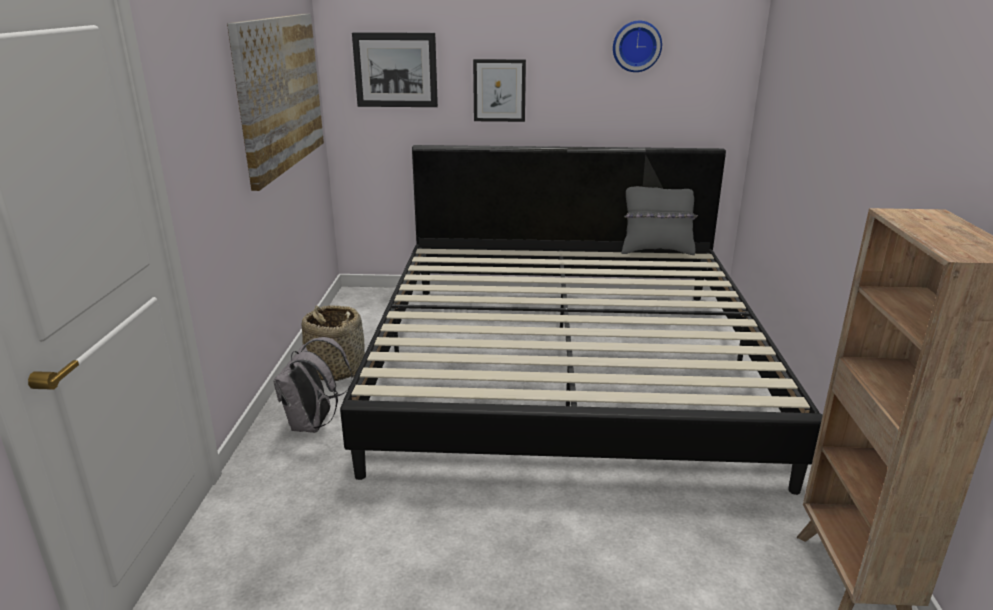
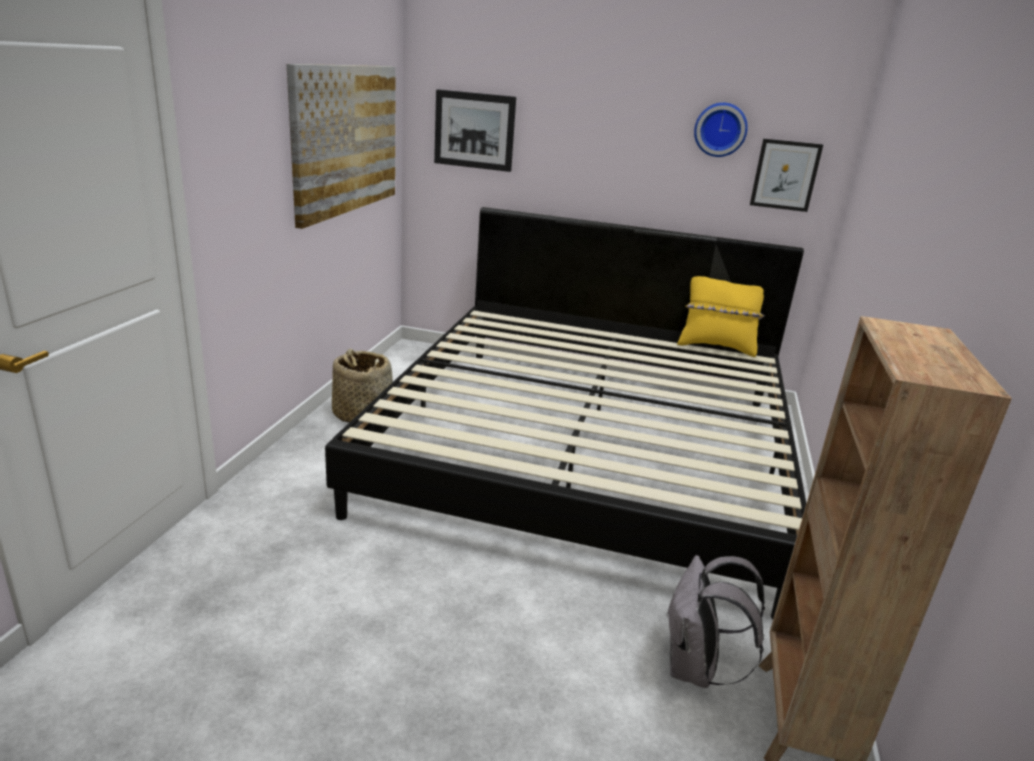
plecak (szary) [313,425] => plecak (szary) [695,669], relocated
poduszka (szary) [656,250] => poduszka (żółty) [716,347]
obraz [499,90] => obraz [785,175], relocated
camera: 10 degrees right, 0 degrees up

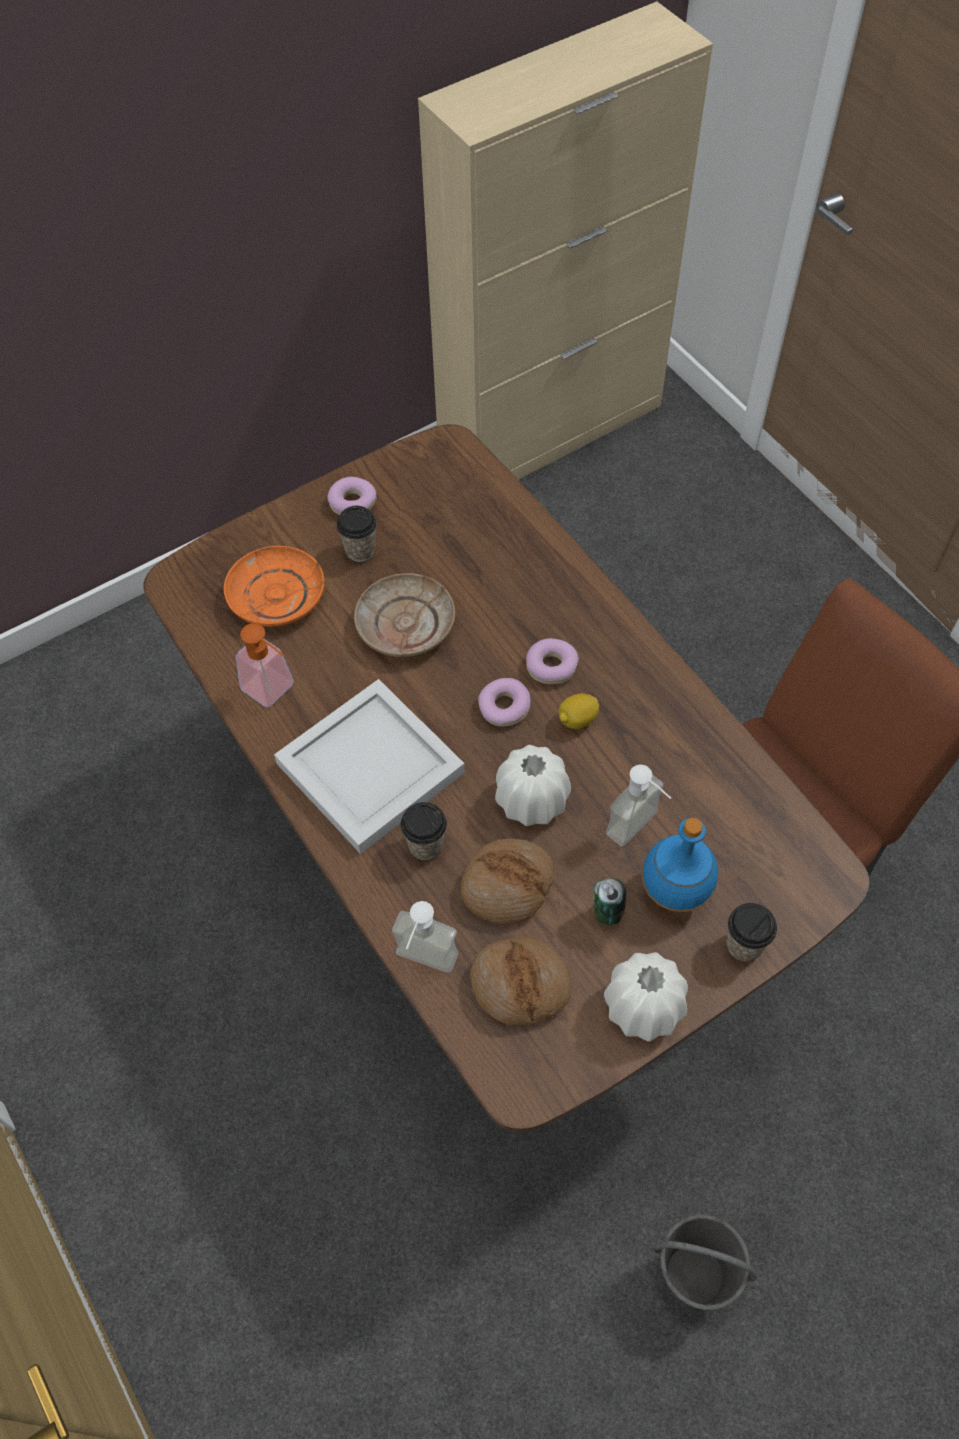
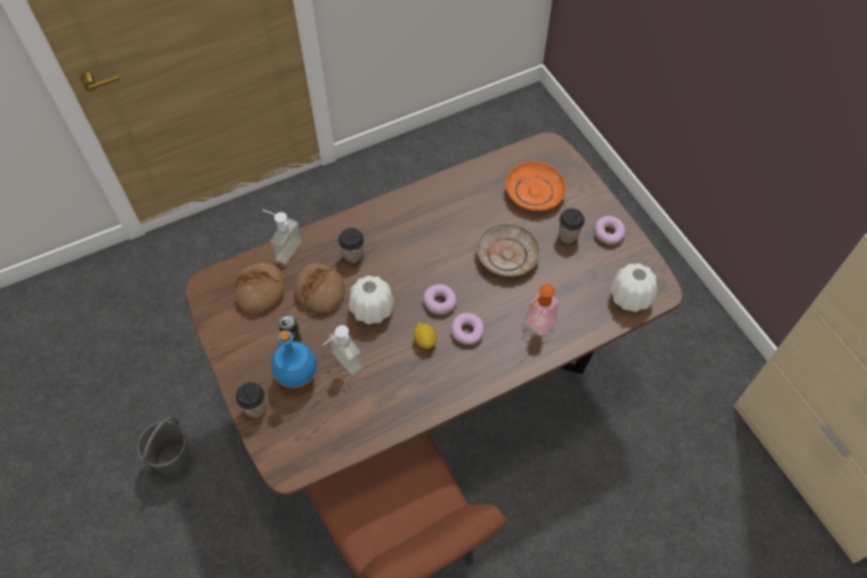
dozownik mydła [274,691] => dozownik mydła [536,325], relocated
wazon (biały) [643,1007] => wazon (biały) [630,297], relocated
taca (biały) [370,765] => nothing
camera: 95 degrees right, 0 degrees up

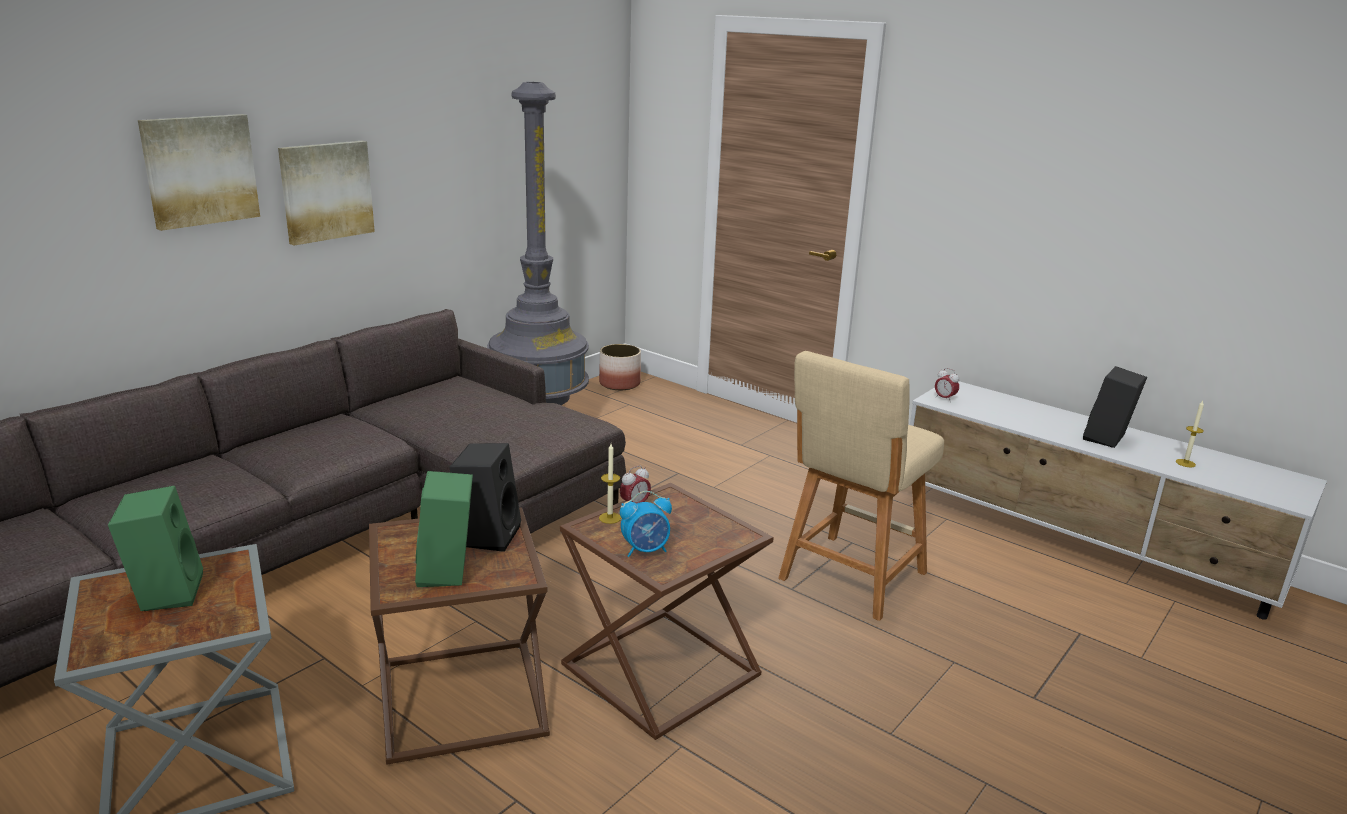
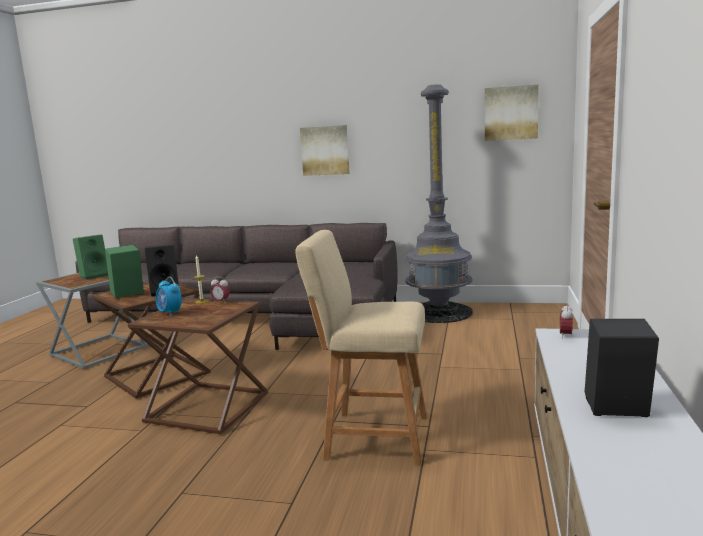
obraz [200,170] => obraz [510,113], relocated
donica [620,384] => nothing
świeca [1185,463] => nothing
camera: 65 degrees right, 10 degrees down

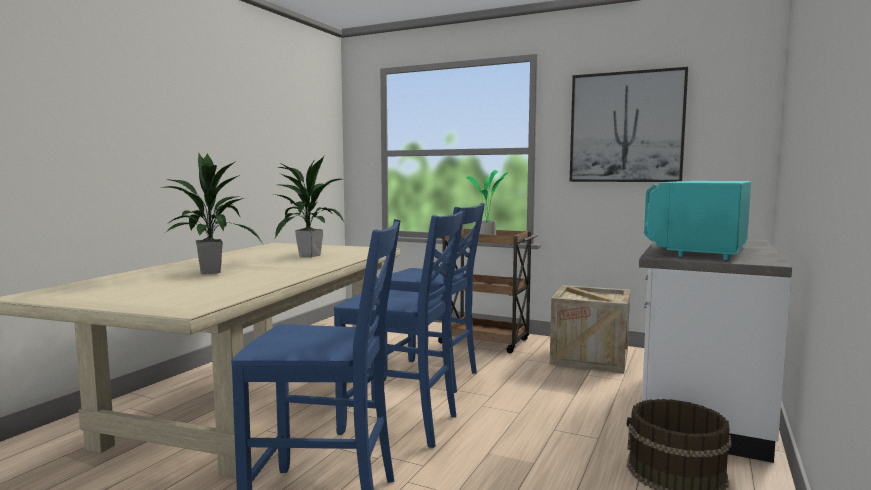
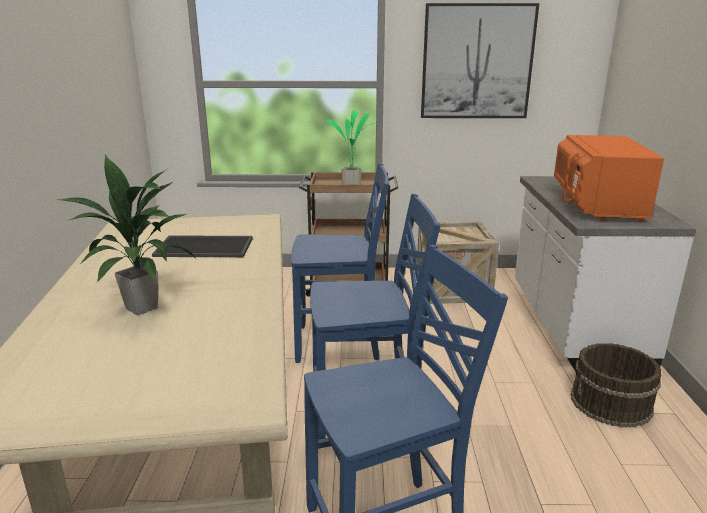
roślina doniczkowa [309,255] => taca [205,246]
mikrofalówka (turkusowy) [698,250] => mikrofalówka (pomarańczowy) [596,206]
camera: 25 degrees left, 15 degrees up

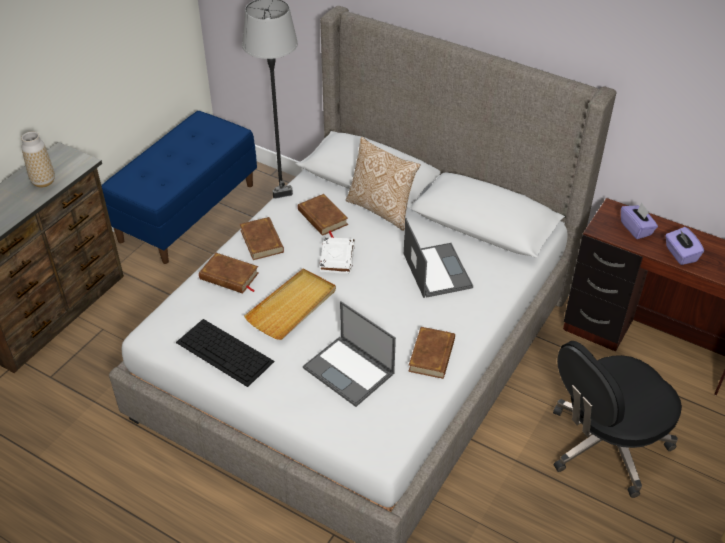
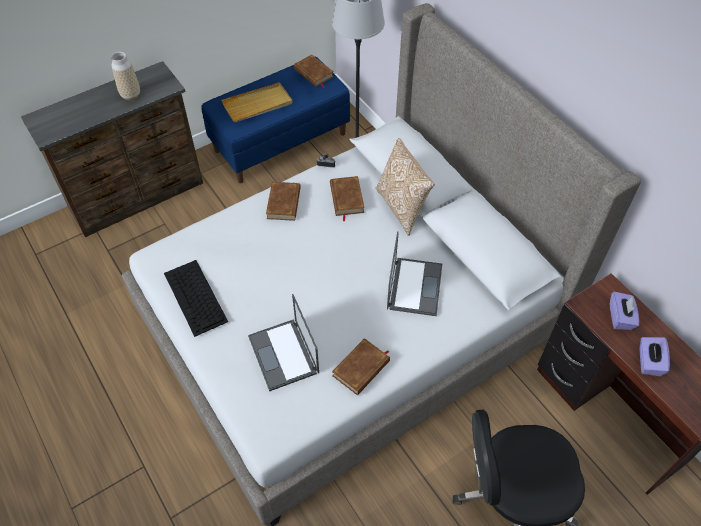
taca (beżowy) [292,306] => taca (beżowy) [258,104], relocated
książka (brązowy) [229,276] => książka (brązowy) [313,73], relocated
książka (biały) [337,258] => nothing
camera: 25 degrees right, 10 degrees up

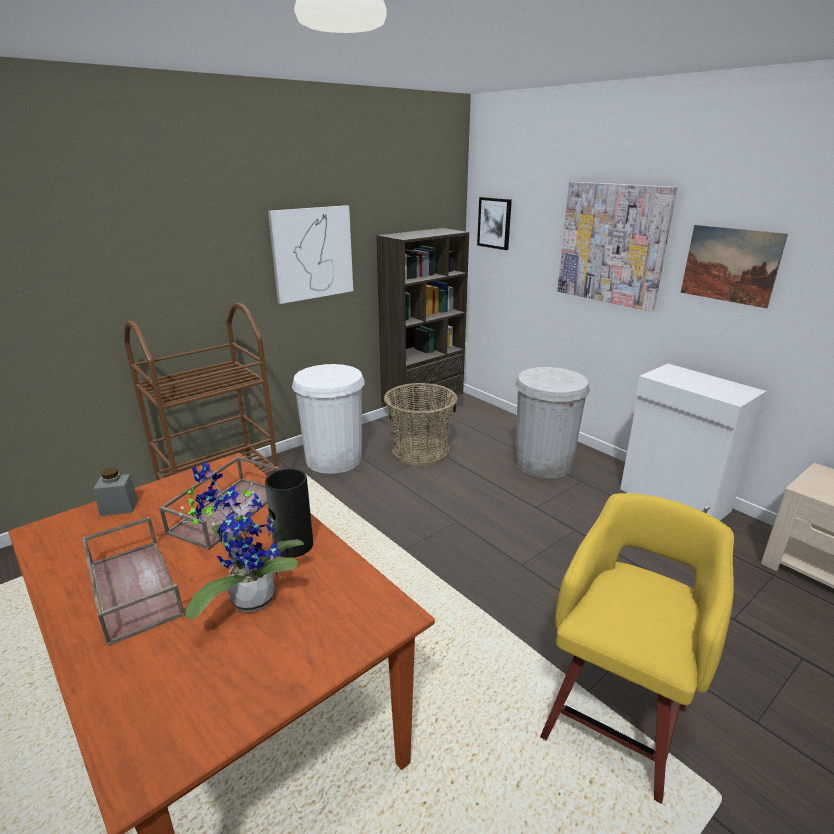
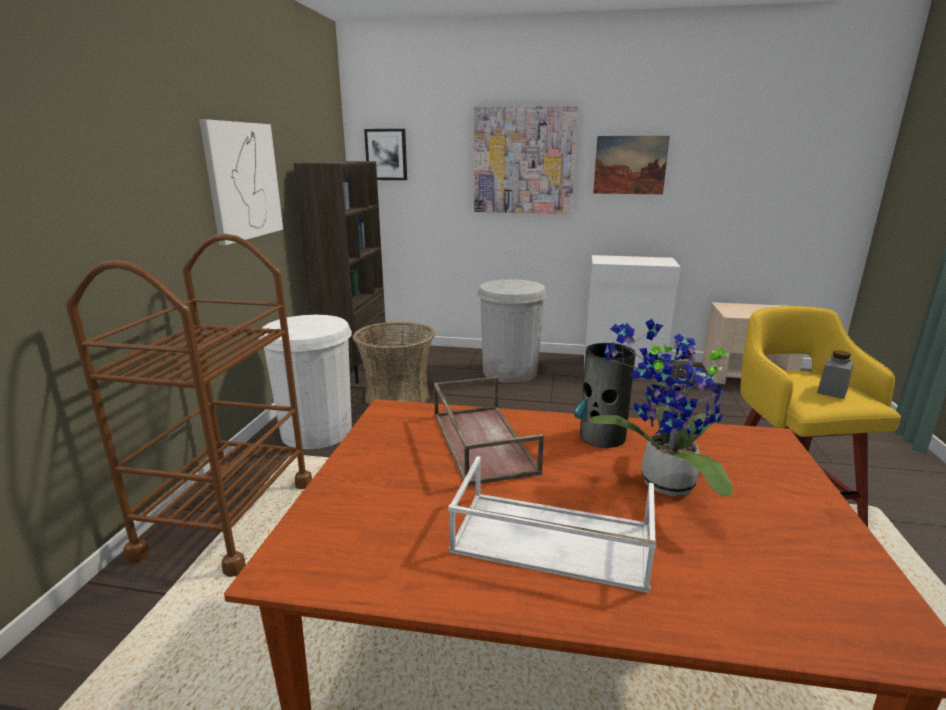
taca (brązowy) [133,588] => taca (biały) [549,540]
słoik (szary) [119,507] => słoik (szary) [832,391], relocated
camera: 40 degrees left, 5 degrees down

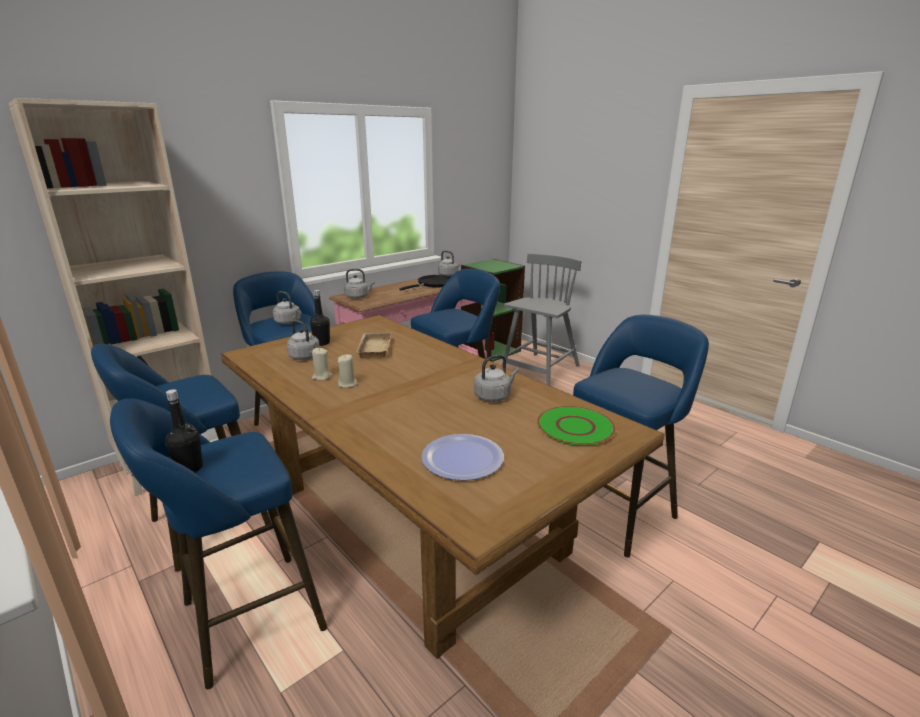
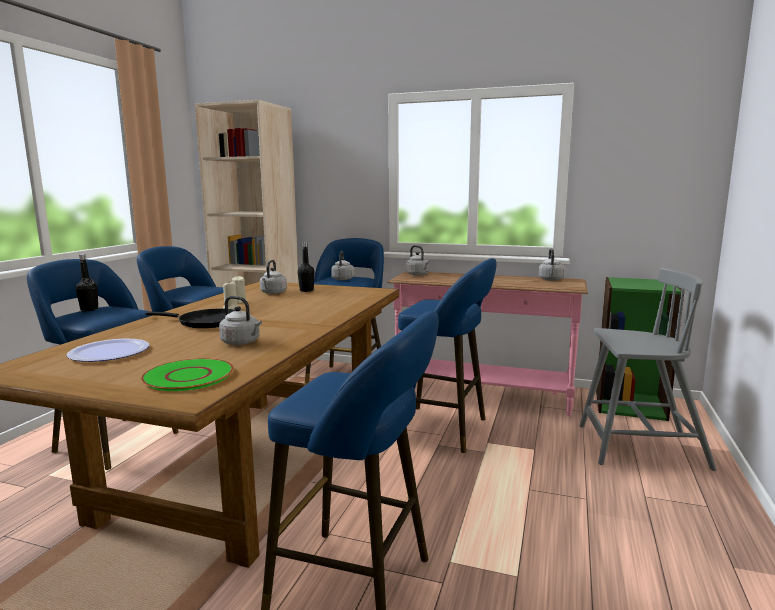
patelnia (czarny) [434,284] => patelnia (czarny) [206,322], relocated
taca (beżowy) [373,348] => nothing
camera: 60 degrees right, 10 degrees down

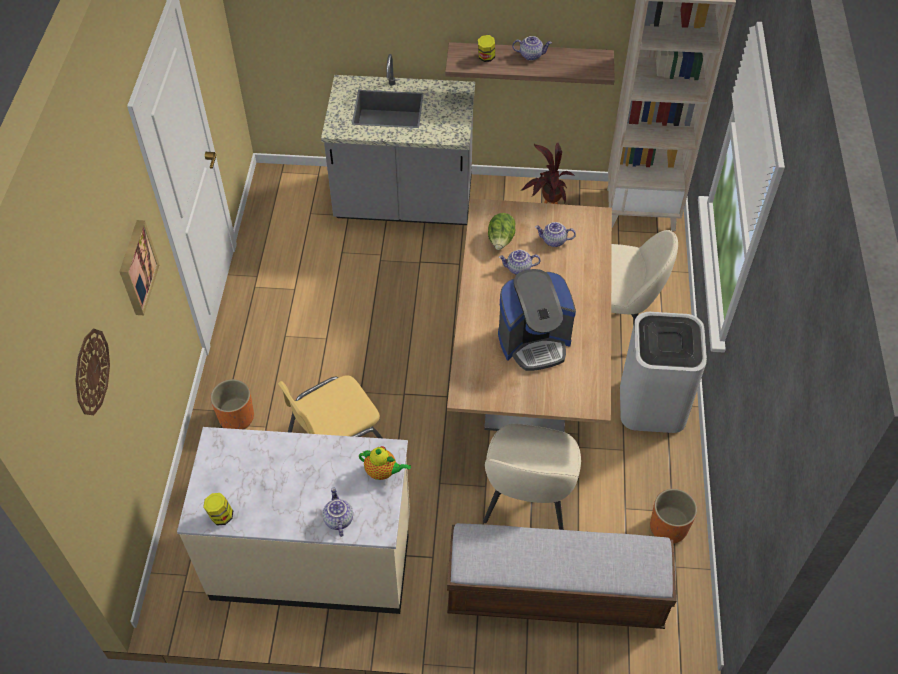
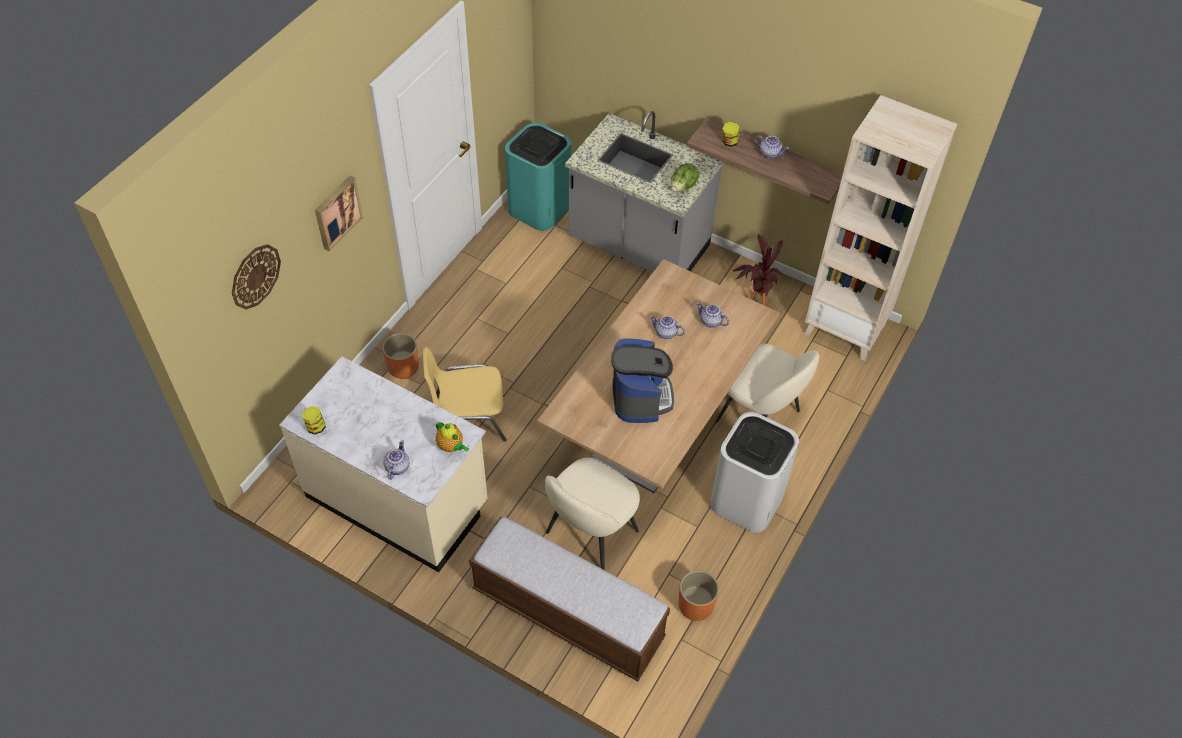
nothing => kosz na śmieci (turkusowy) [539,208]
ekspres do kawy [534,341] => ekspres do kawy [640,397], 105 degrees counterclockwise
sałata [501,241] => sałata [683,187], relocated
camera: 25 degrees right, 0 degrees up

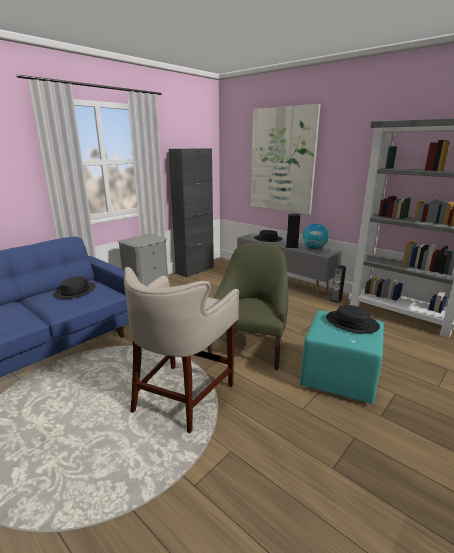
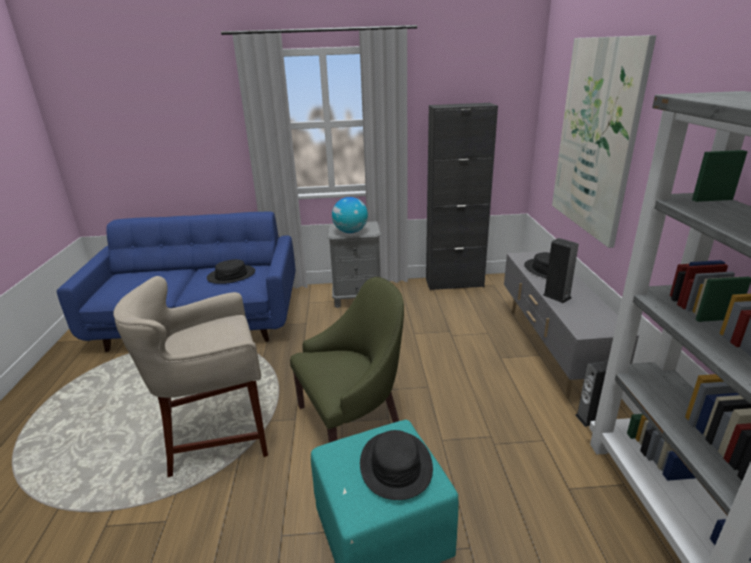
globus [314,248] => globus [351,232], relocated
camera: 45 degrees right, 5 degrees up

